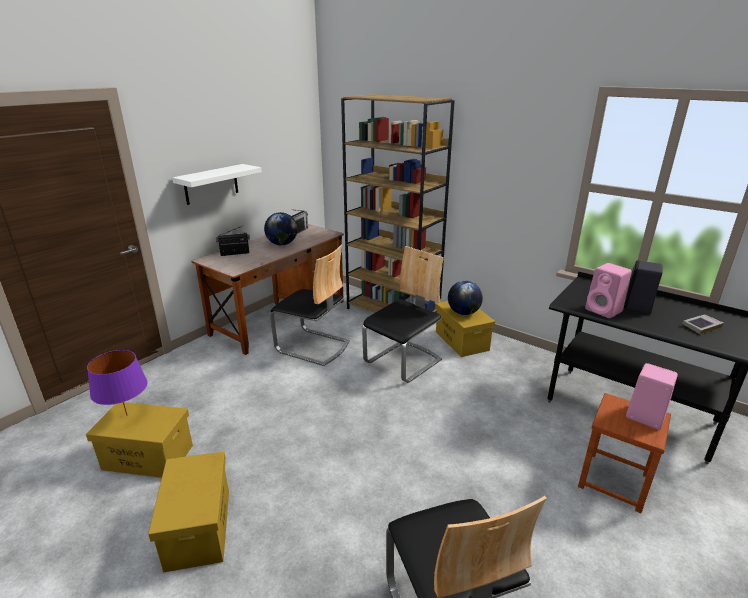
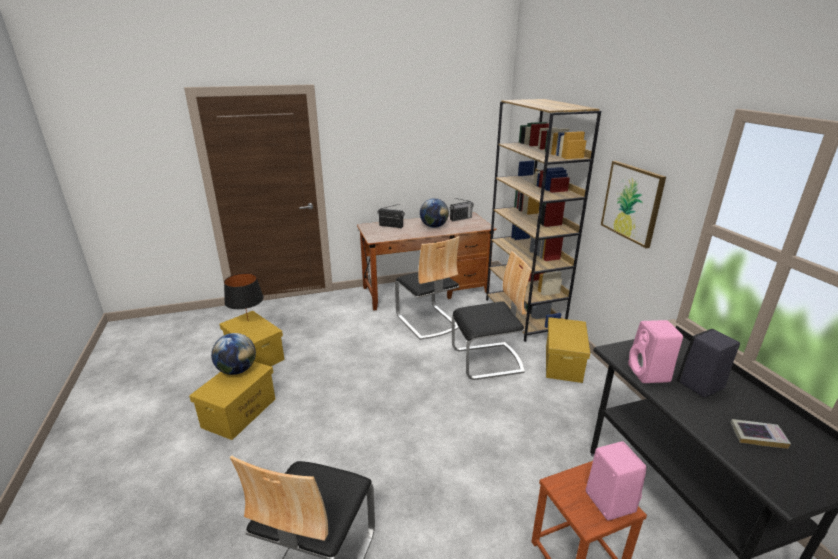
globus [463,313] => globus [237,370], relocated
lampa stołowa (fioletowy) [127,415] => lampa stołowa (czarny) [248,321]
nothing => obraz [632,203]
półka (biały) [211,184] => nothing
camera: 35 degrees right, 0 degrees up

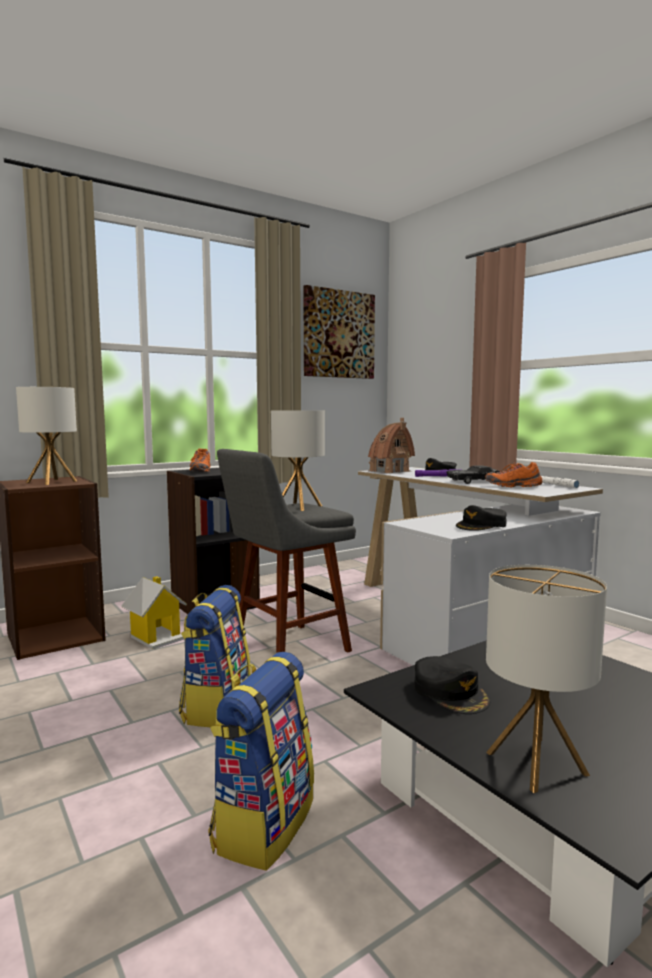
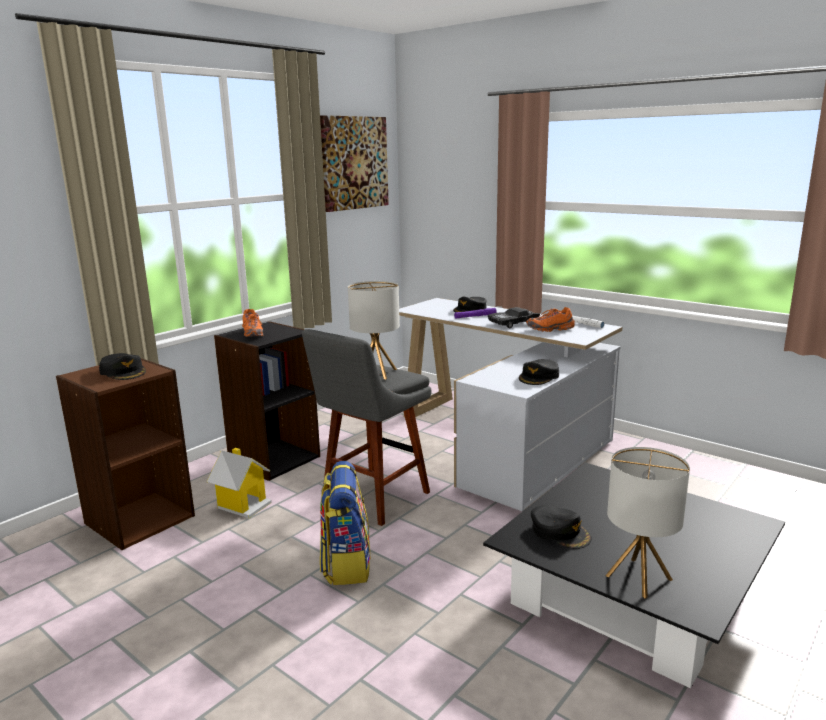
lampa stołowa [52,482] => czapka z daszkiem (czarny) [123,372]
plecak [263,823] => nothing
domek [389,471] => nothing
camera: 15 degrees left, 10 degrees up

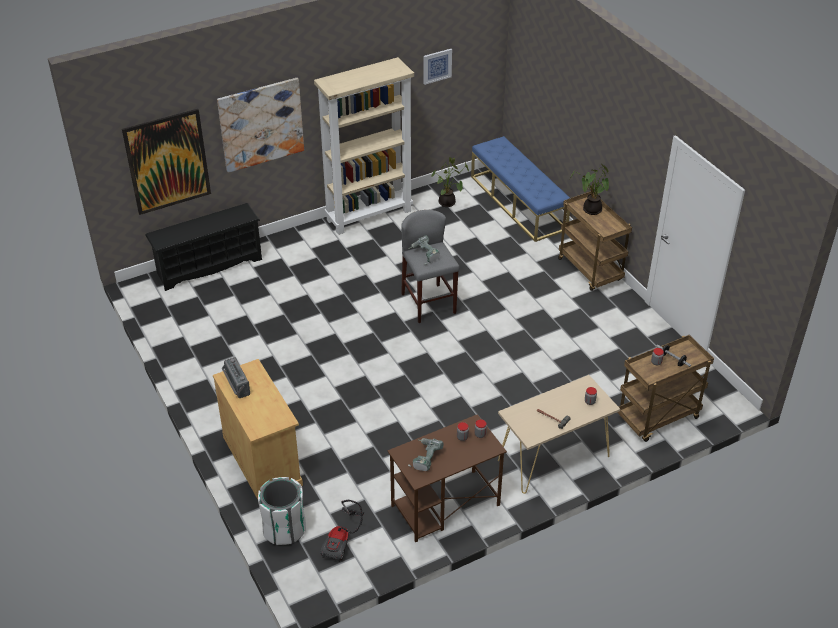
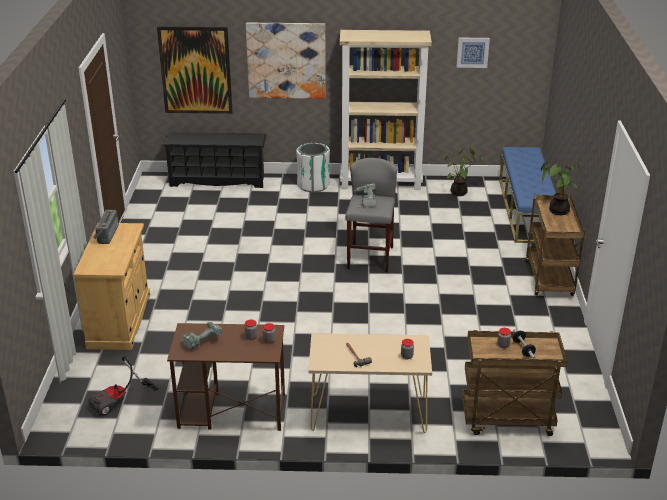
kosz na śmieci (biały) [284,529] => kosz na śmieci (biały) [313,185], relocated
camera: 30 degrees right, 10 degrees down

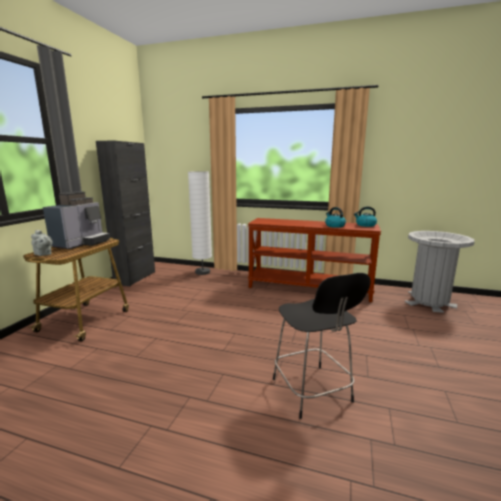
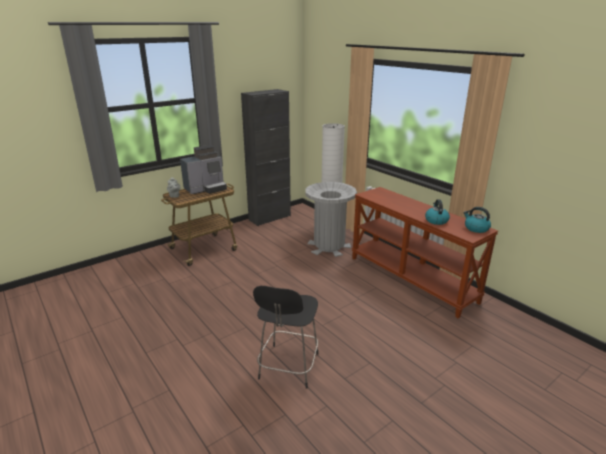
kosz na śmieci (szary) [429,301] => kosz na śmieci (szary) [329,246], relocated
camera: 35 degrees right, 10 degrees up

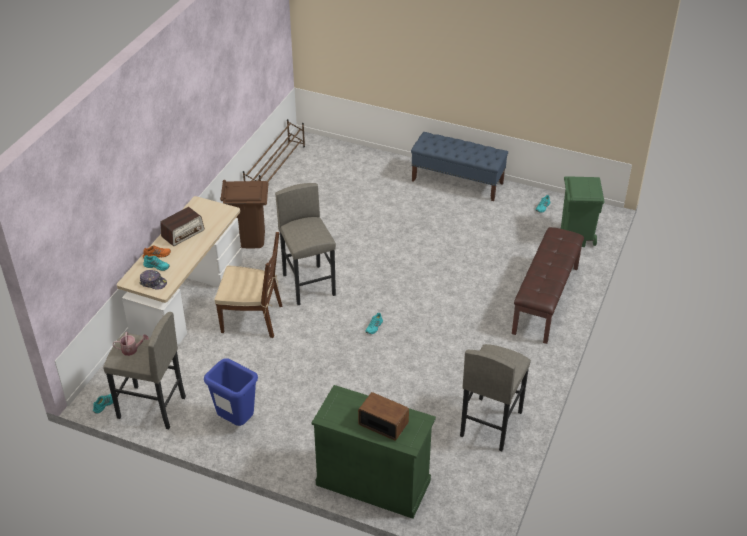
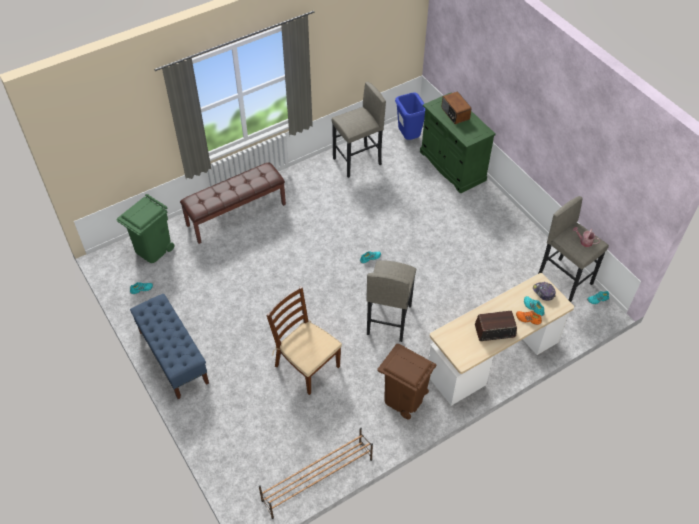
krzesło (brązowy) [253,318] => krzesło (brązowy) [306,366], relocated
kosz na śmieci (niebieski) [236,421] => kosz na śmieci (niebieski) [409,138], relocated
camera: 145 degrees left, 10 degrees up

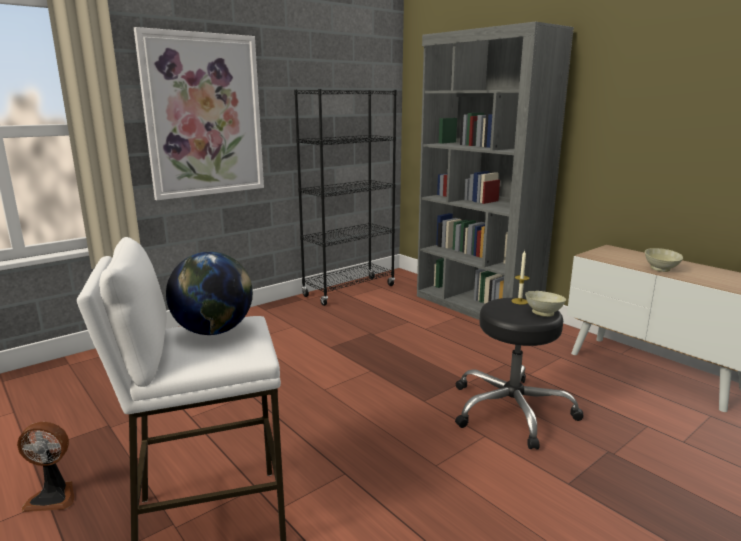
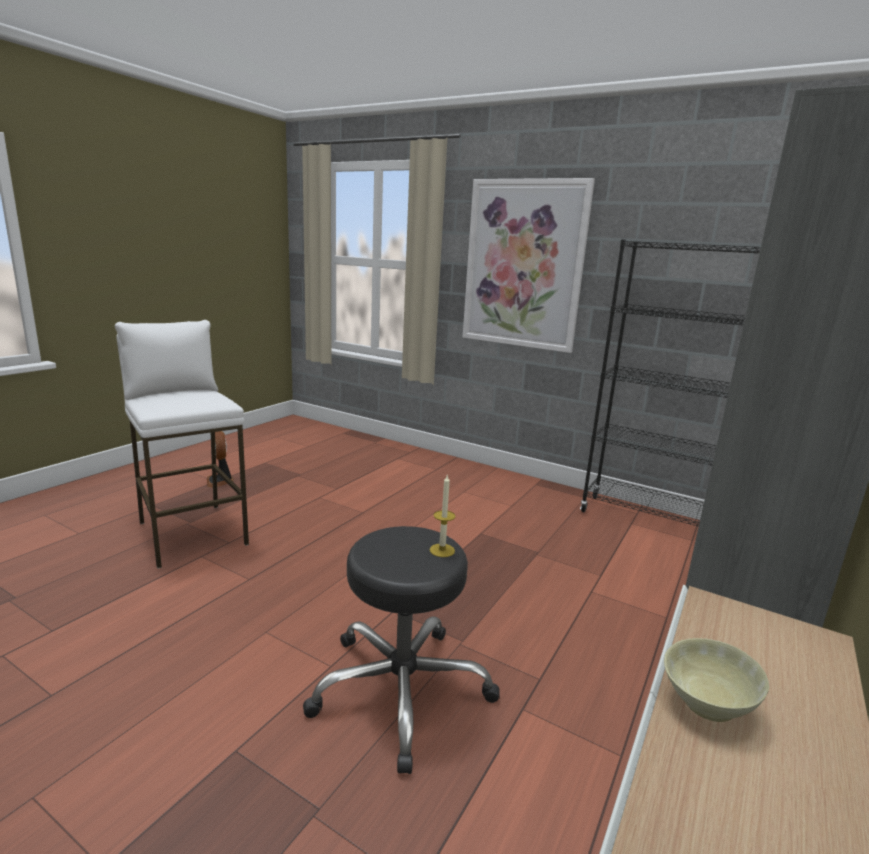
globus [214,332] => nothing
miska (beżowy) [544,313] => nothing
camera: 70 degrees right, 0 degrees up

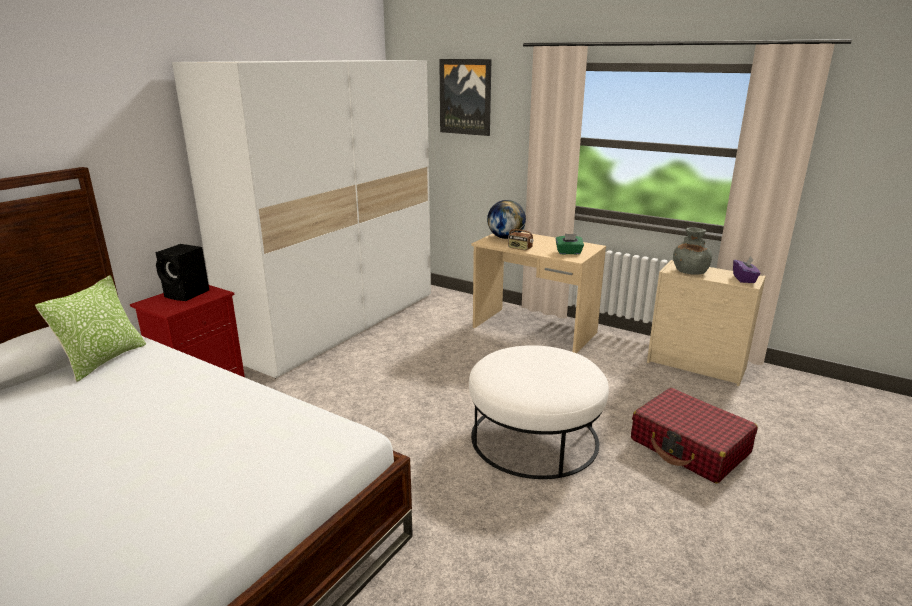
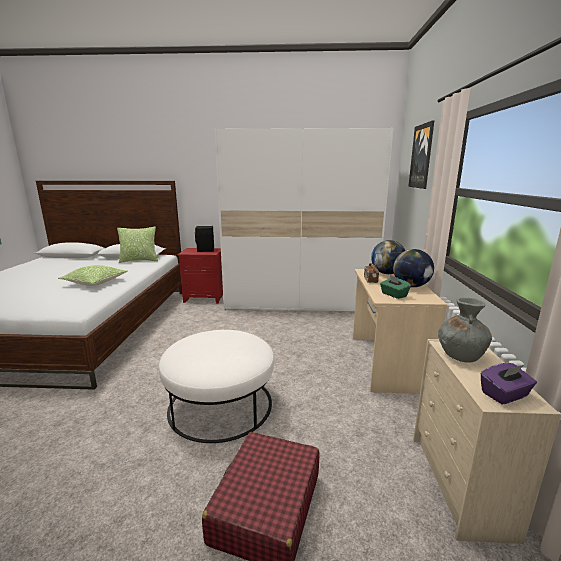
nothing => poduszka [95,282]
nothing => globus [411,286]
camera: 60 degrees right, 5 degrees down

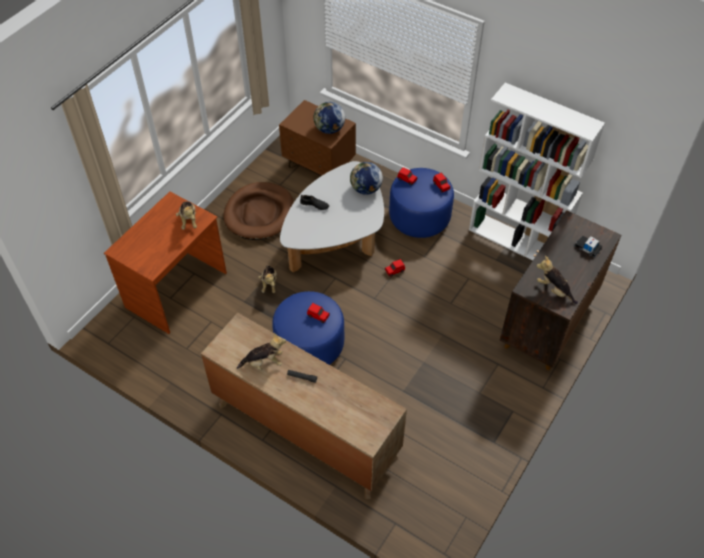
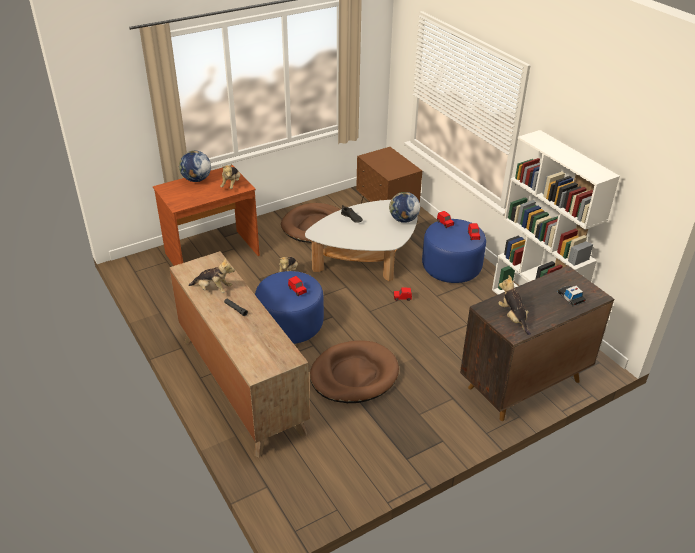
globus [329,129] => globus [196,180], relocated
nothing => legowisko (brązowy) [354,375]
camera: 25 degrees right, 15 degrees down

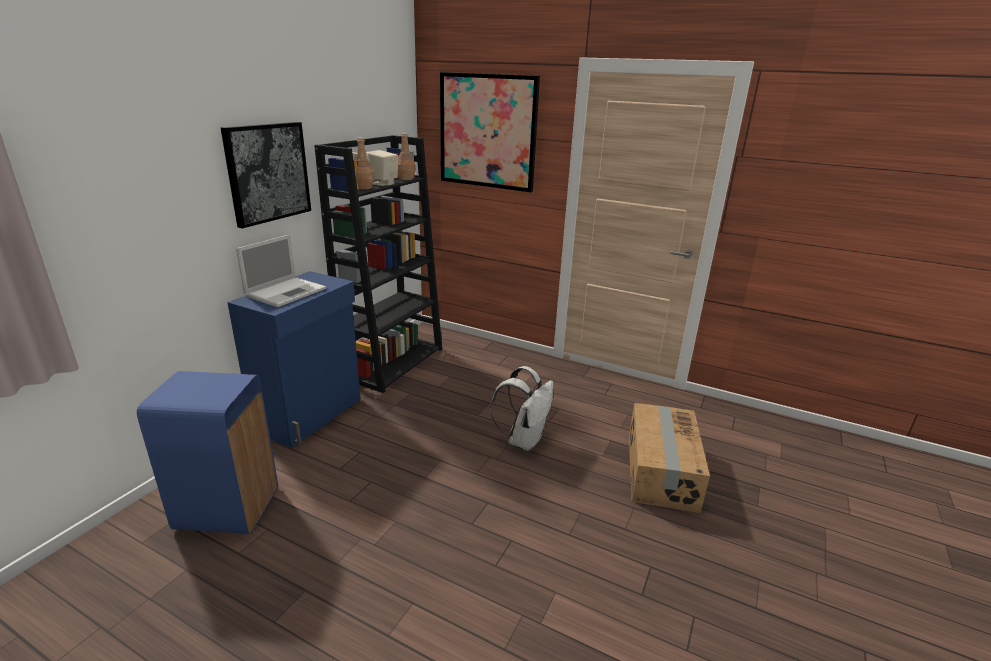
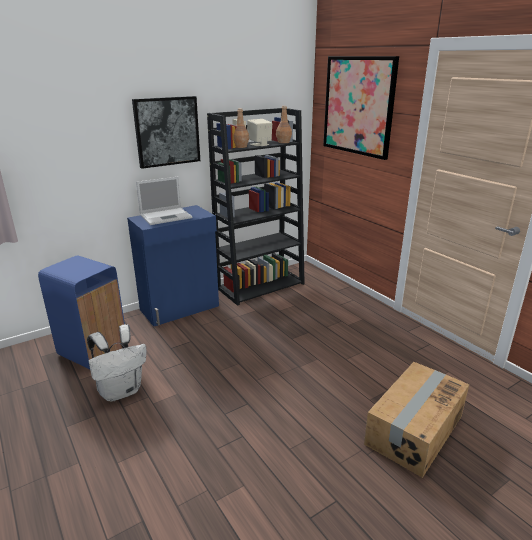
plecak (biały) [524,439] => plecak (biały) [121,390], relocated
camera: 30 degrees right, 0 degrees up

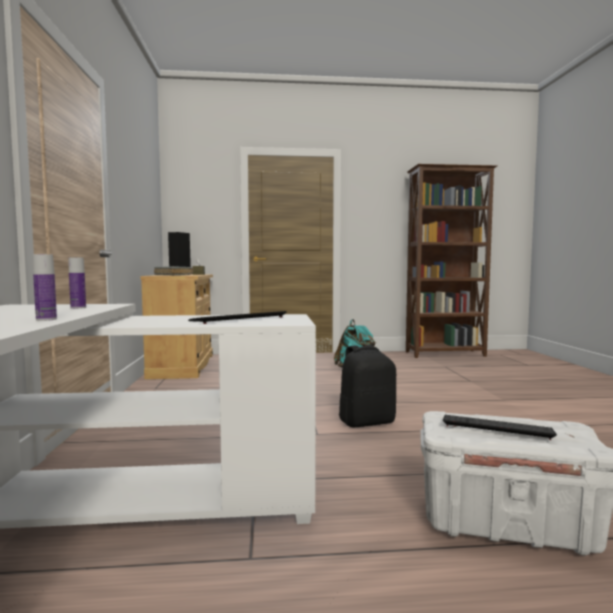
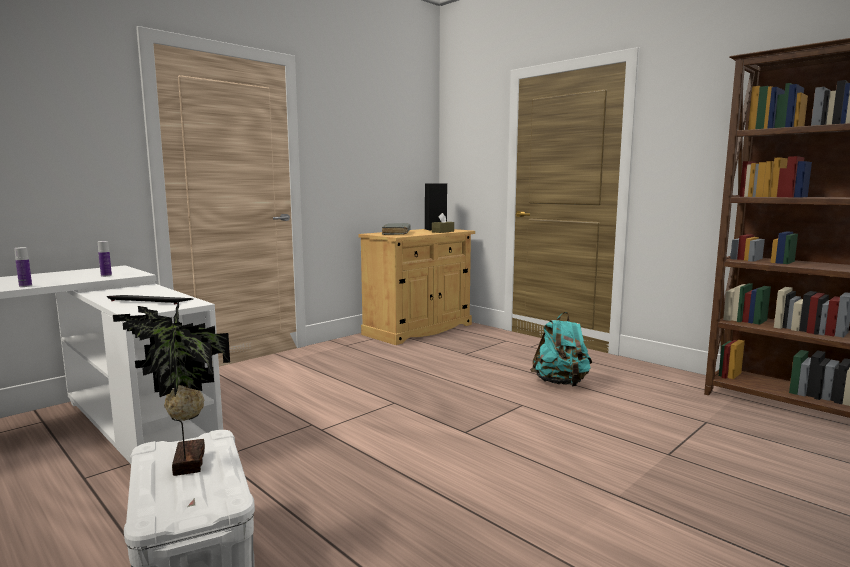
klawiatura [496,427] => roślina doniczkowa [185,463]
plecak (czarny) [366,422] => nothing
camera: 50 degrees right, 5 degrees up

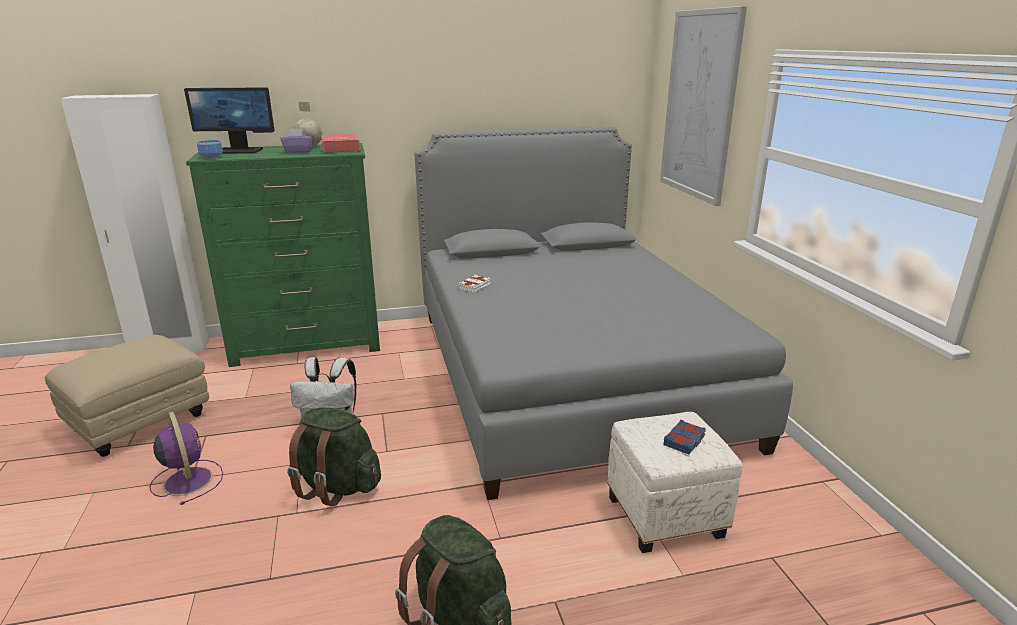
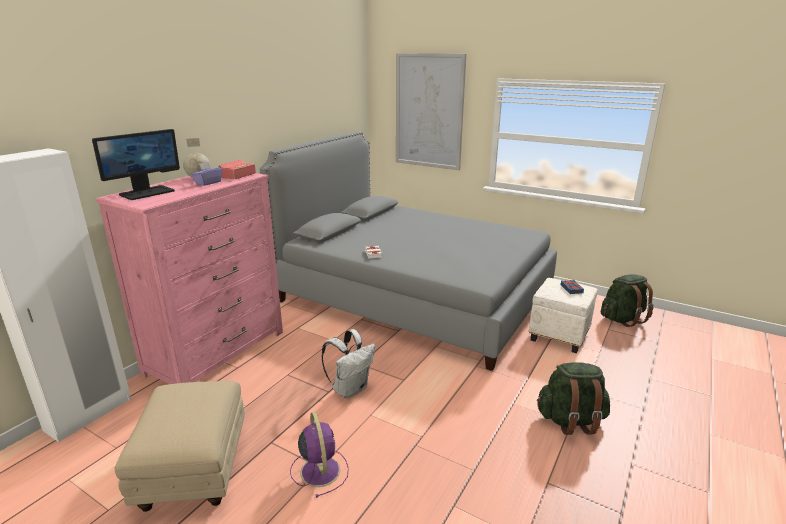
komoda (zielony) [308,343] => komoda (różowy) [217,352]
wentylator (fioletowy) [187,480] => wentylator (fioletowy) [320,470], 60 degrees clockwise
plecak (zielony) [337,486] => plecak (zielony) [622,319], relocated
miska [212,157] => nothing
camera: 45 degrees left, 0 degrees up

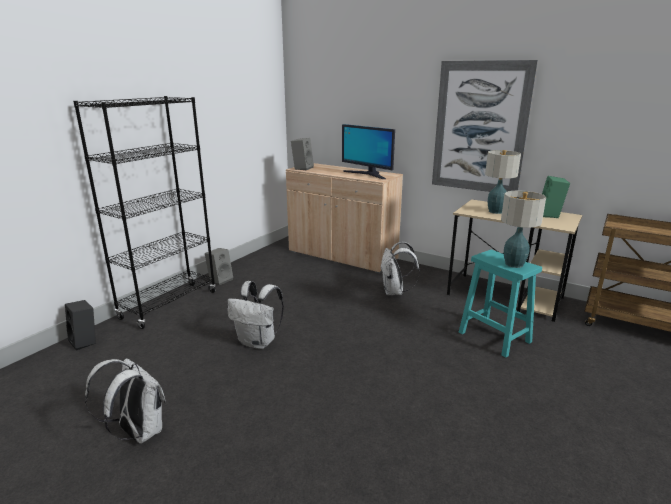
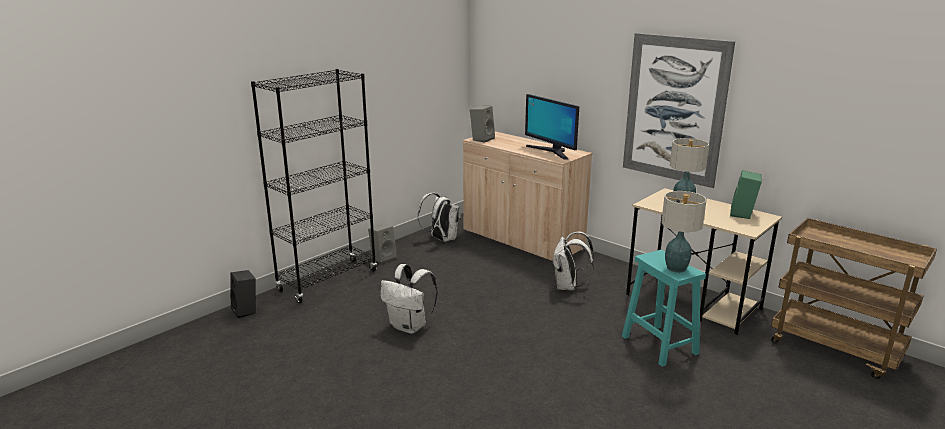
plecak (biały) [138,432] => plecak (biały) [441,239], relocated
camera: 10 degrees right, 0 degrees up

